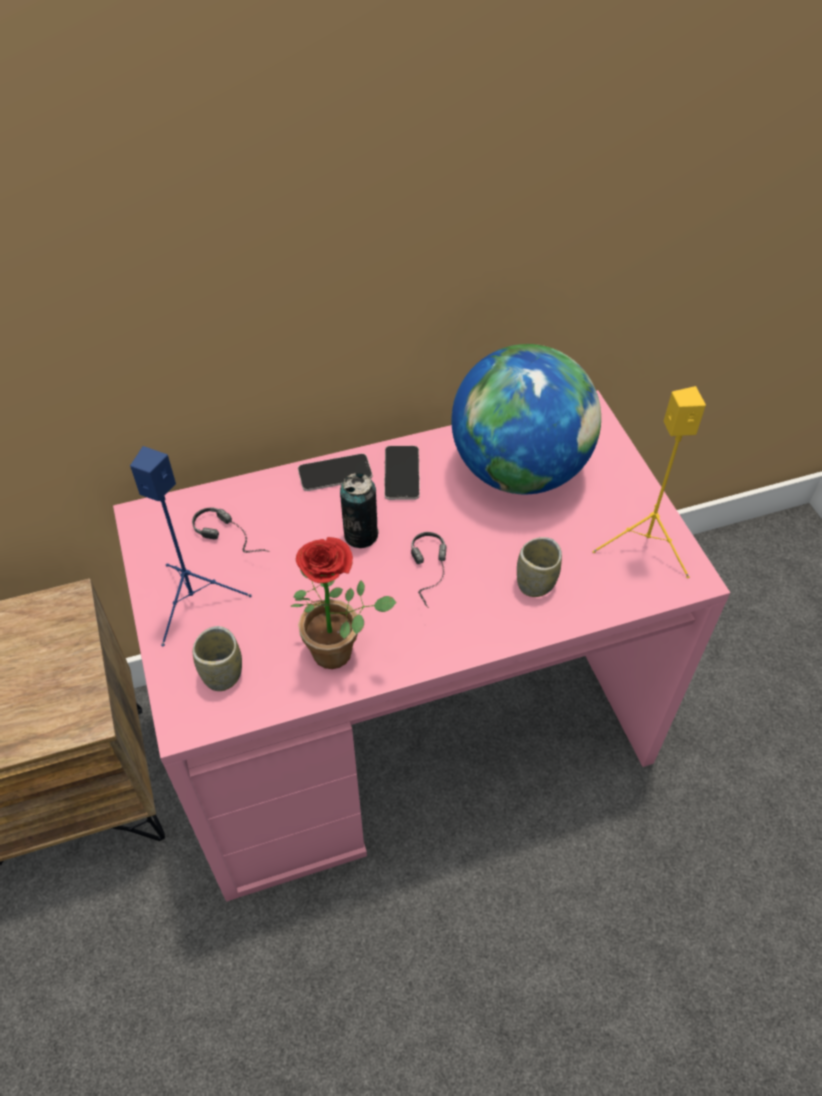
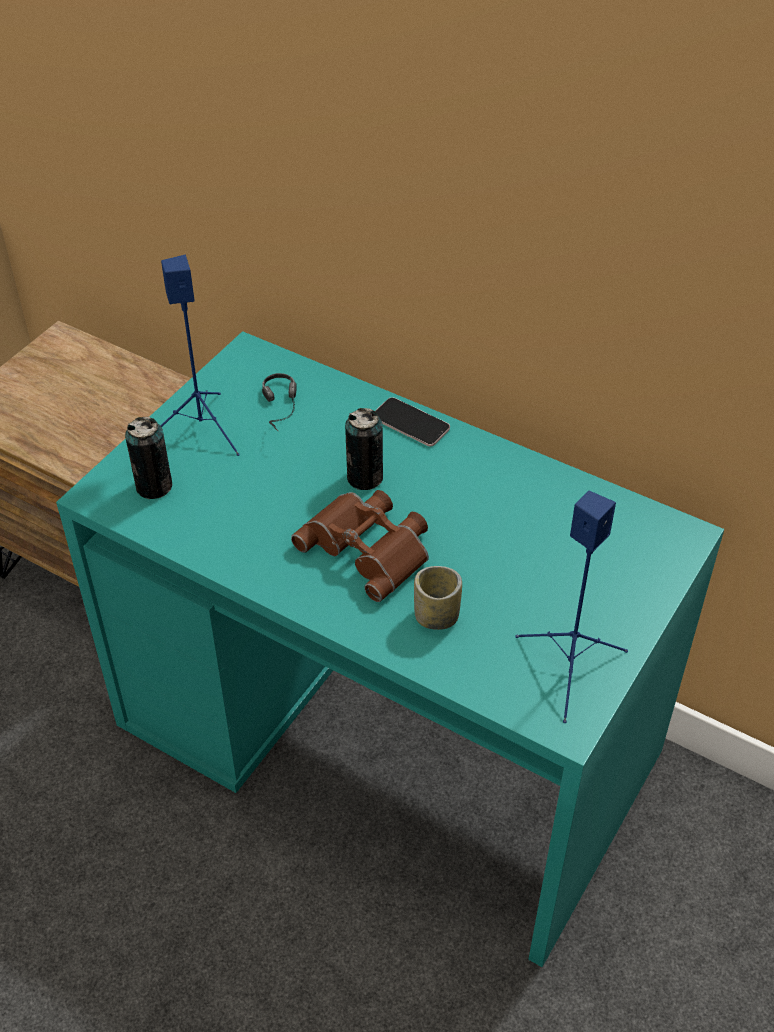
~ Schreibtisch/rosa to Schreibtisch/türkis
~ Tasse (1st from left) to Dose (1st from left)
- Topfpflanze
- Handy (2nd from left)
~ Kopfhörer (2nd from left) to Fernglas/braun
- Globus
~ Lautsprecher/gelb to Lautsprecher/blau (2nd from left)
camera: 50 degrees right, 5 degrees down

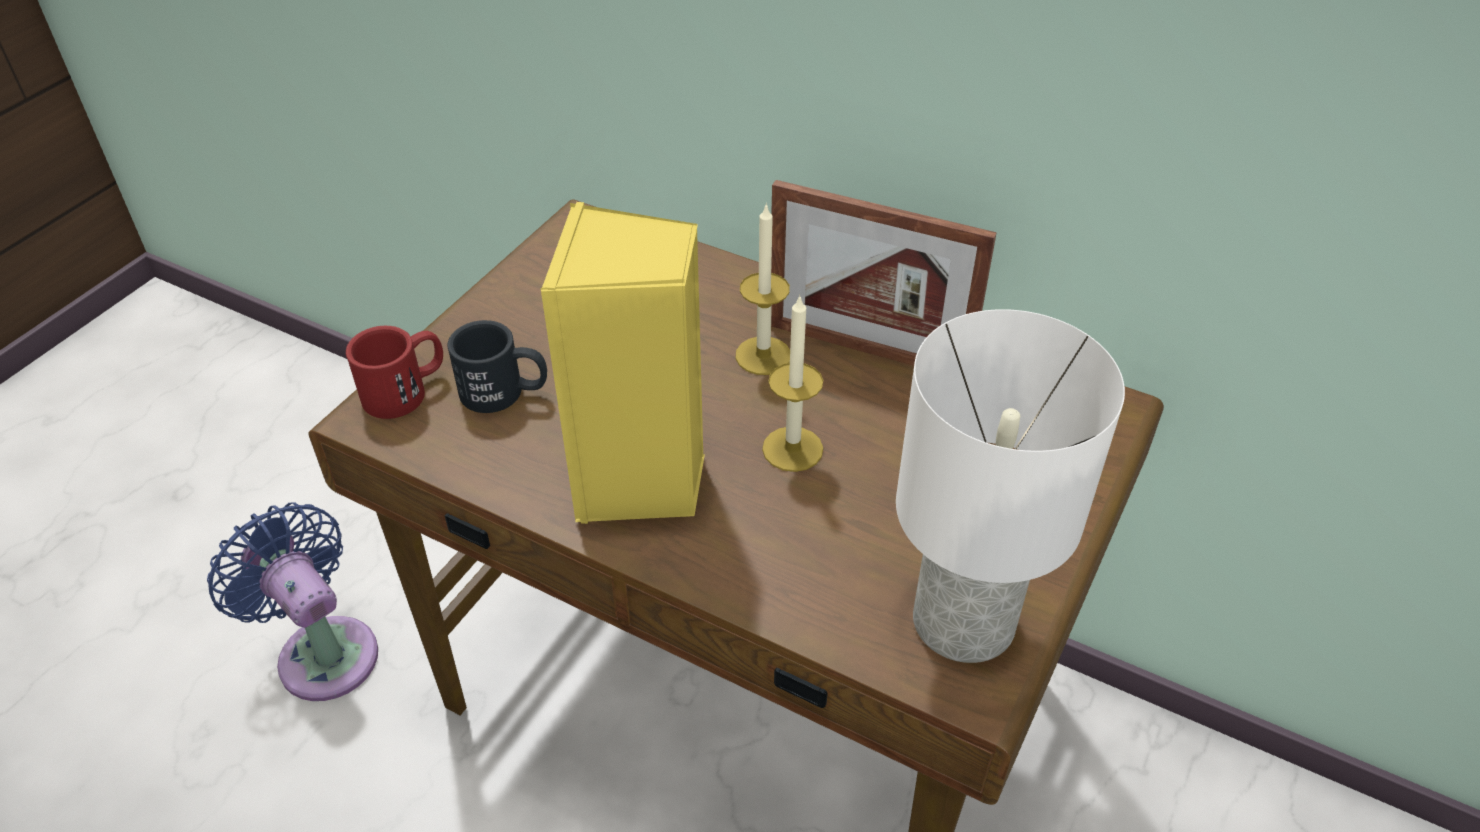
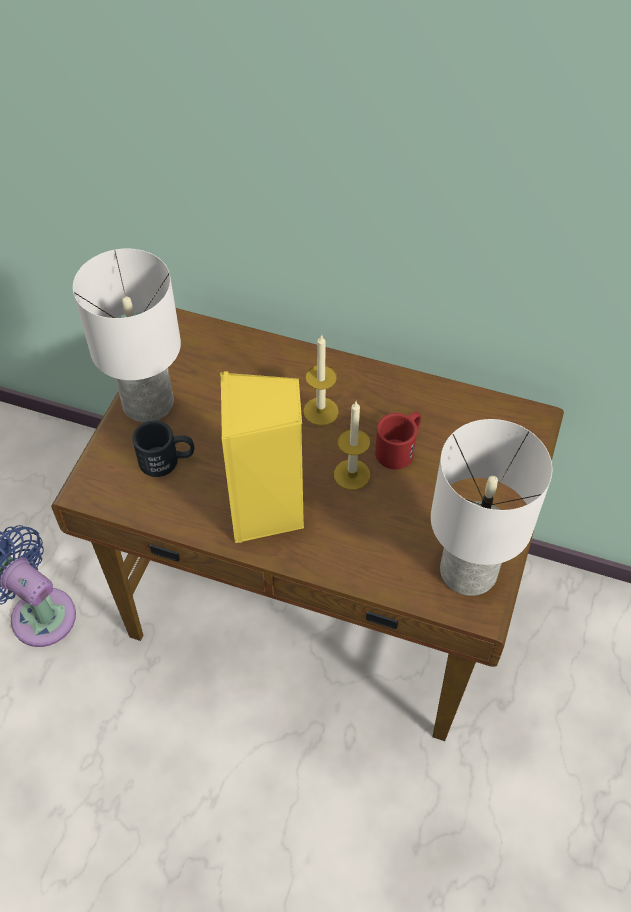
~ Henkelbecher/rot
- Bilderrahmen
+ Tischlampe/weiß (1st from left)
camera: 10 degrees left, 10 degrees up

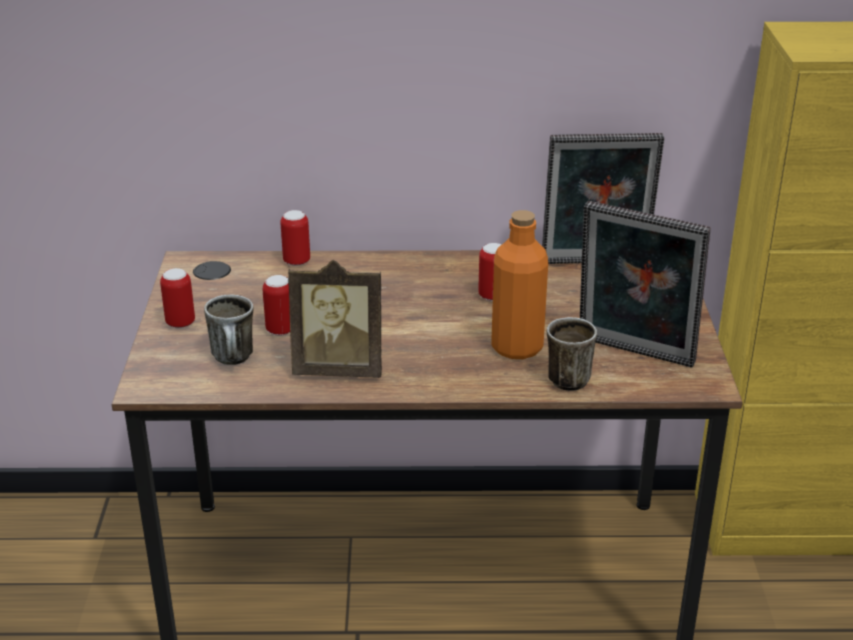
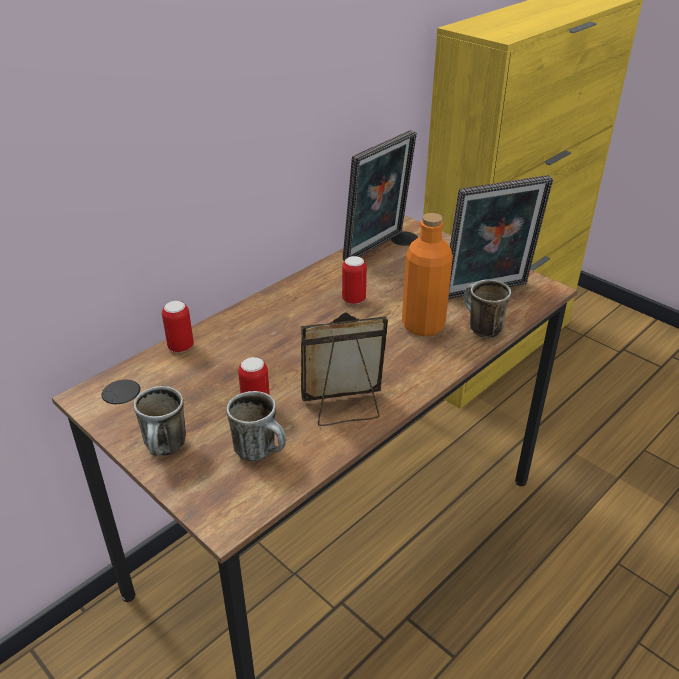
~ Dose (1st from left) to Henkelbecher (1st from left)
~ Bilderrahmen (1st from left) 150 degrees counterclockwise
camera: 45 degrees left, 5 degrees up

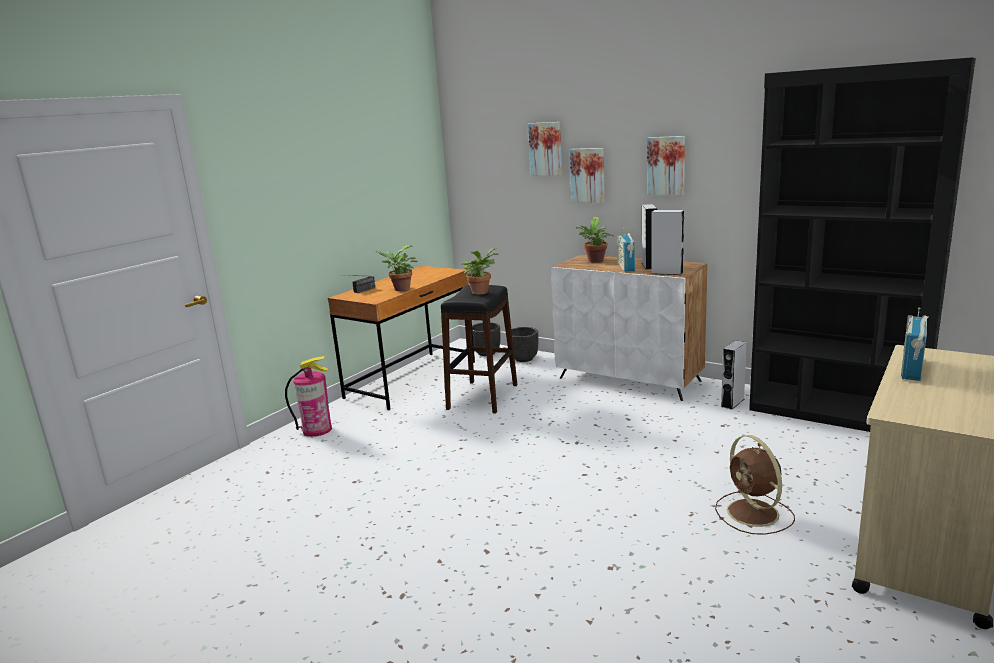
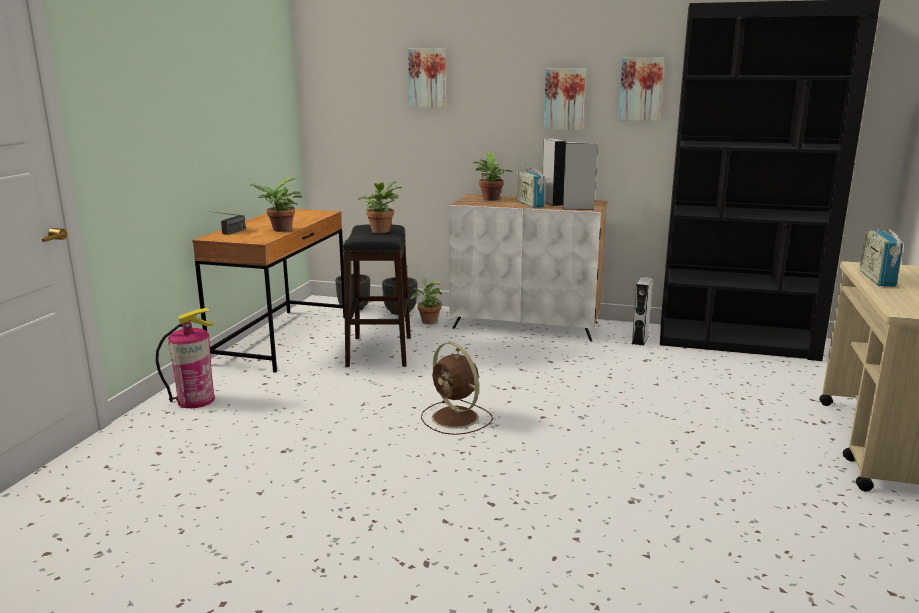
~ Bild (2nd from left in the first image) to Bild (3rd from left)
~ Ventilator/braun
+ Topfpflanze (3rd from left)
camera: 20 degrees left, 0 degrees up

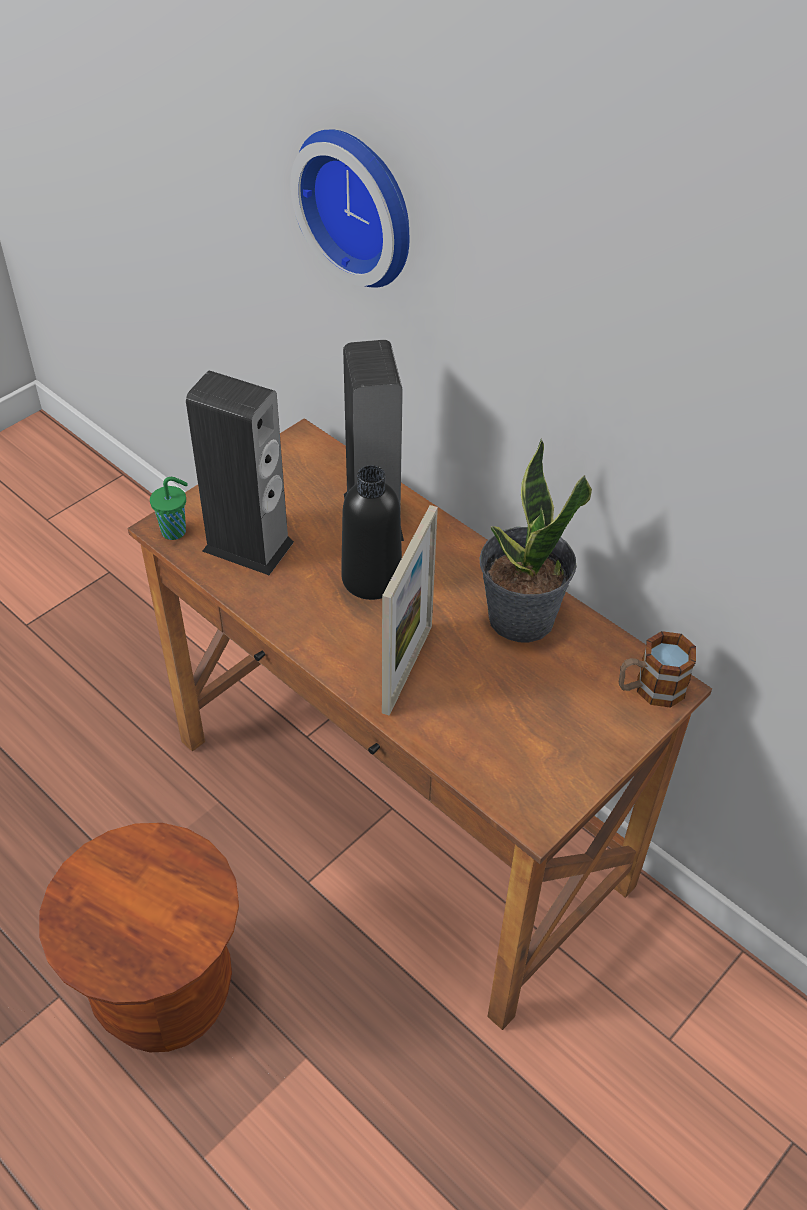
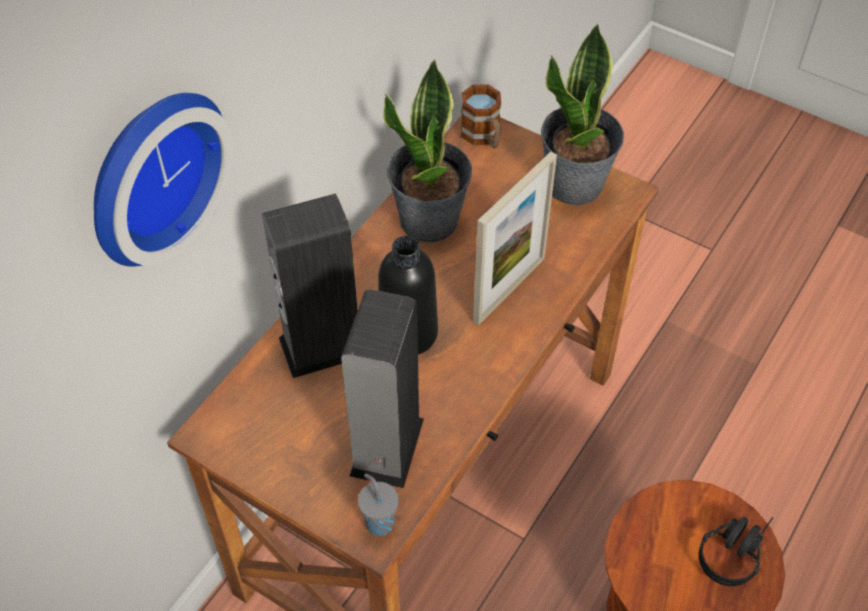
~ Tasse/grün to Tasse/grau
~ Bilderrahmen 120 degrees clockwise
+ Topfpflanze (2nd from left)
+ Kopfhörer/schwarz
camera: 100 degrees left, 5 degrees up

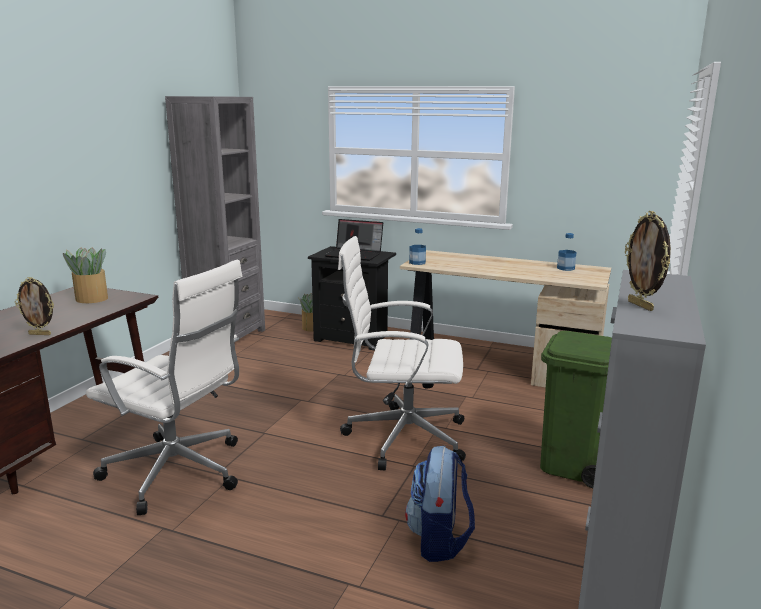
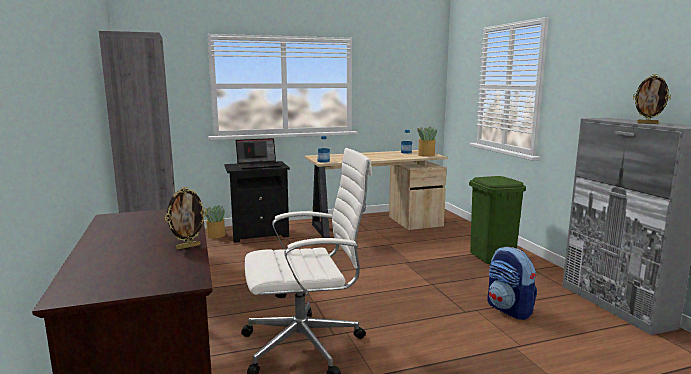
~ Topfpflanze (1st from left in the first image) to Topfpflanze (2nd from left)
- Bürostuhl/weiß (2nd from left)
camera: 40 degrees left, 5 degrees down

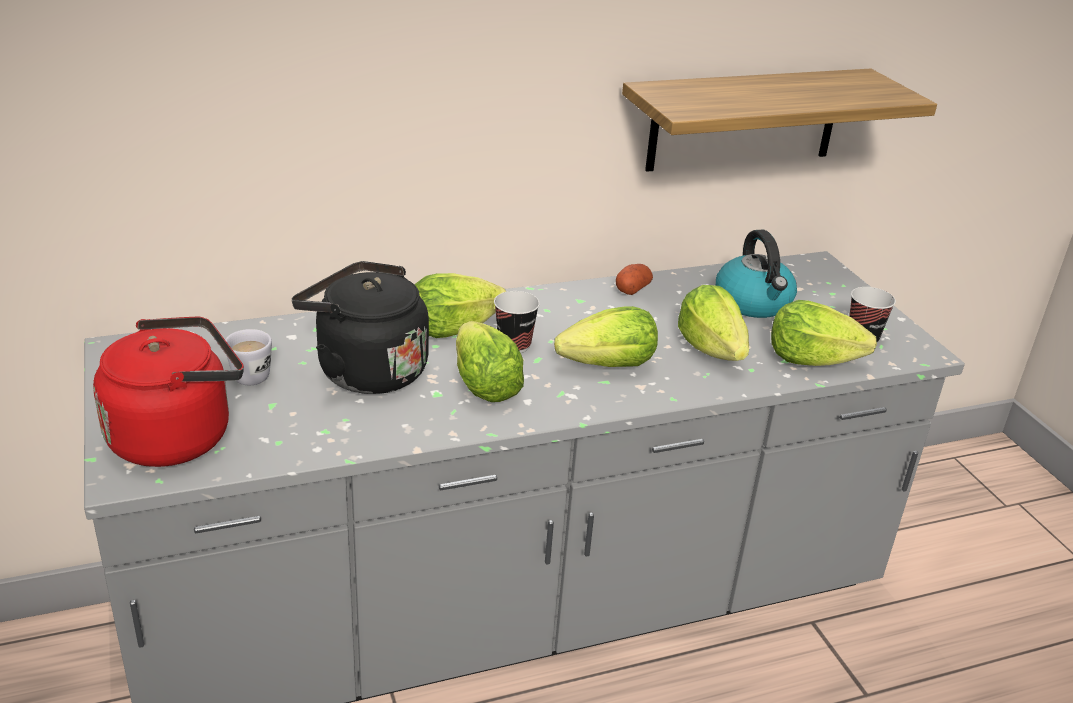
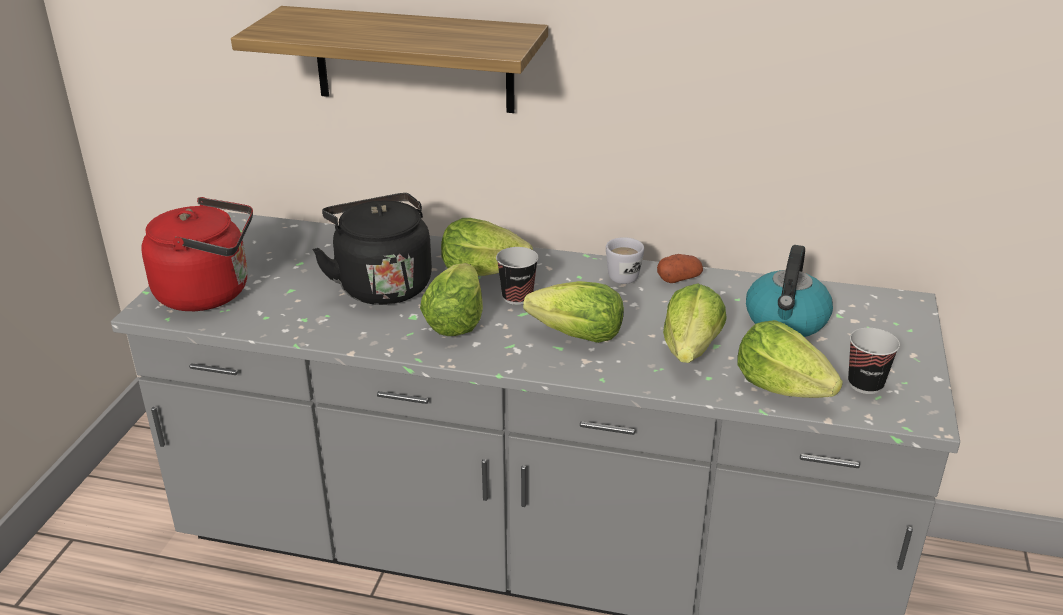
~ Henkelbecher/weiß
~ Wandregal
camera: 35 degrees right, 0 degrees up

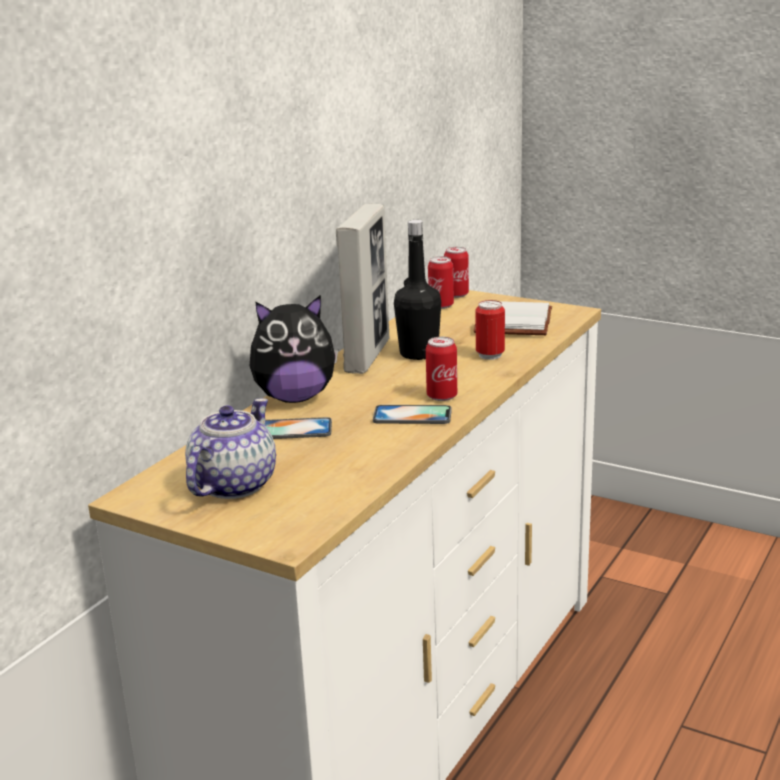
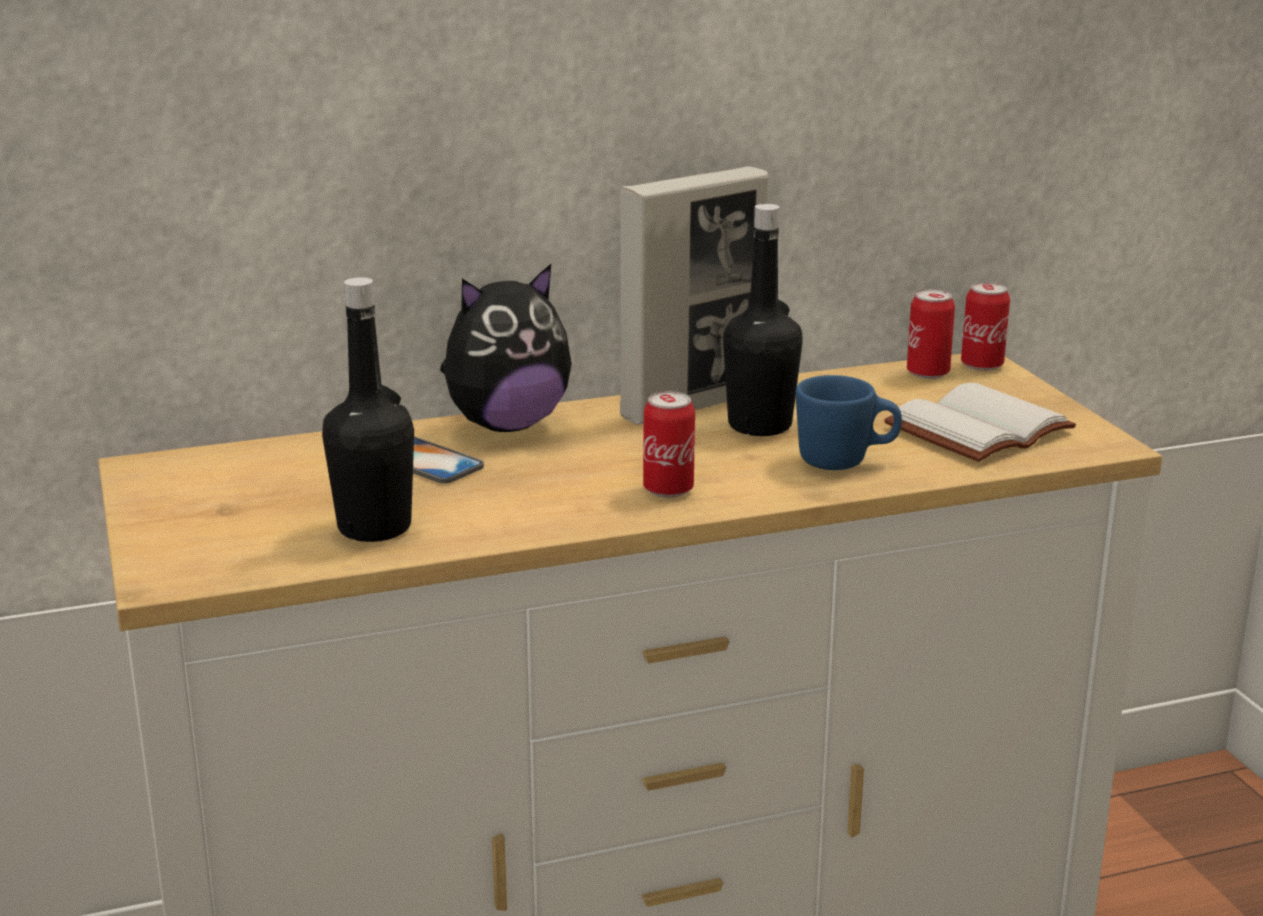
- Teekanne
~ Plüschtier 60 degrees counterclockwise
- Handy (2nd from left)
~ Dose (4th from left) to Henkelbecher/blau
+ Flasche/schwarz (1st from left)
camera: 40 degrees right, 0 degrees up

